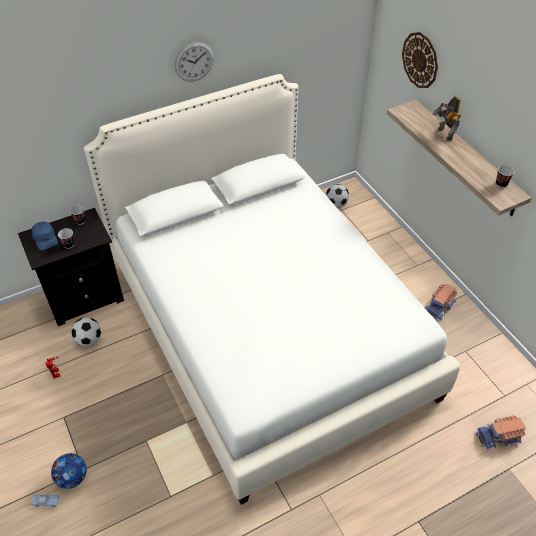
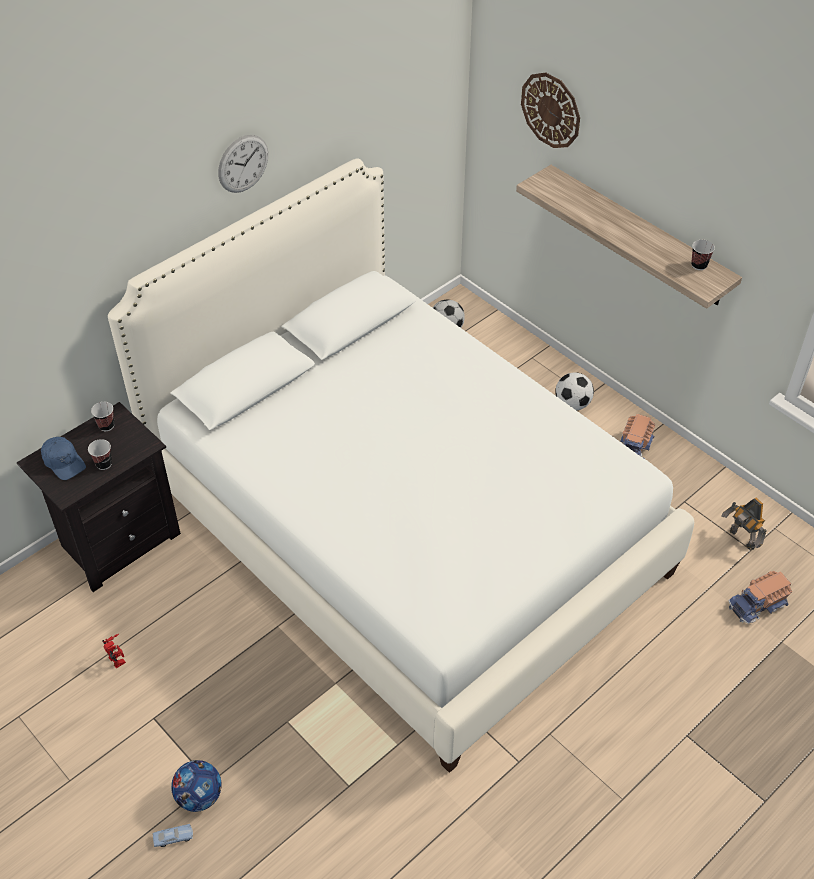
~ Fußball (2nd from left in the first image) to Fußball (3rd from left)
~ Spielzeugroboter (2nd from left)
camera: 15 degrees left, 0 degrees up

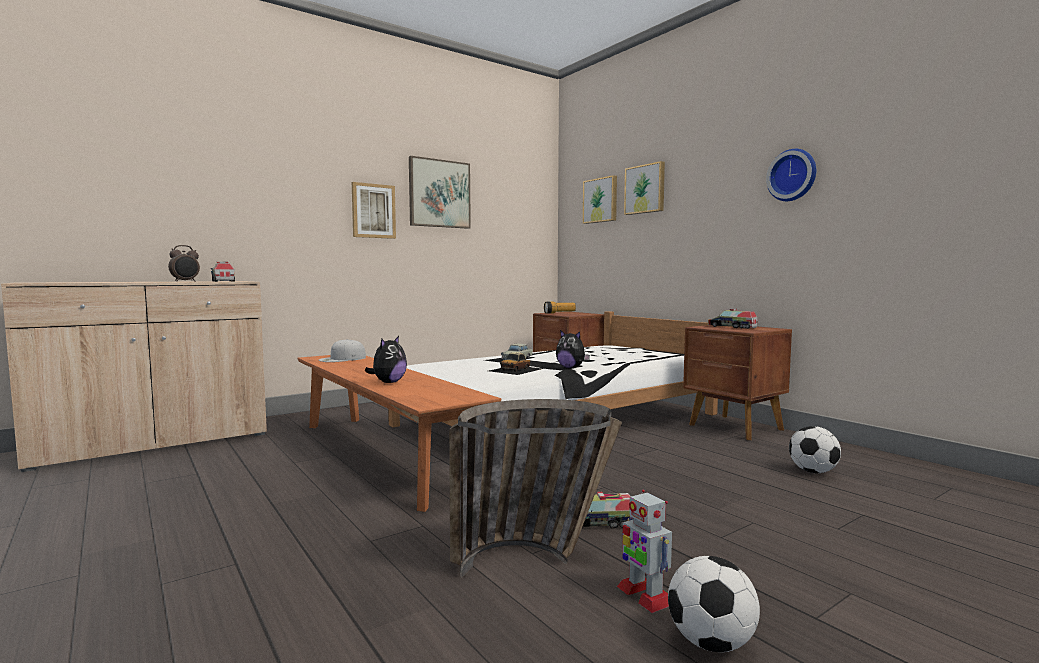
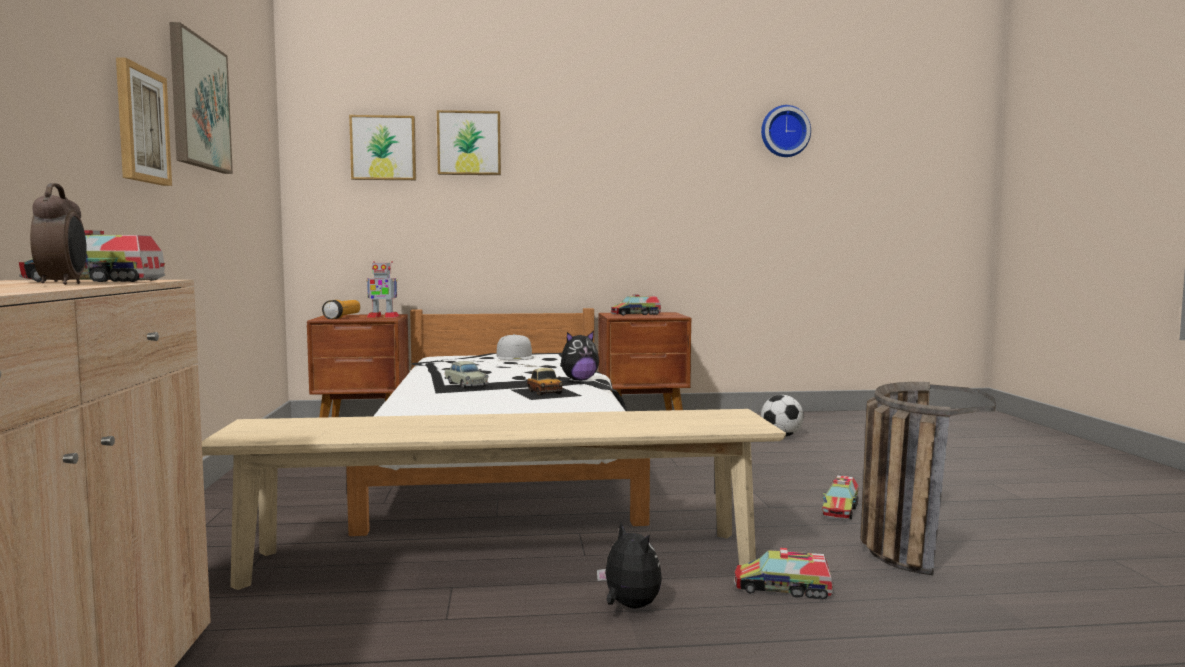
~ Bank/orange to Bank/beige
~ Kappe/weiß
~ Plüschtier (1st from left in the first image) to Plüschtier (2nd from left)
~ Spielzeugroboter
- Fußball (1st from left)
~ Wanduhr
+ Spielzeuglaster (3rd from left)
camera: 60 degrees left, 0 degrees up

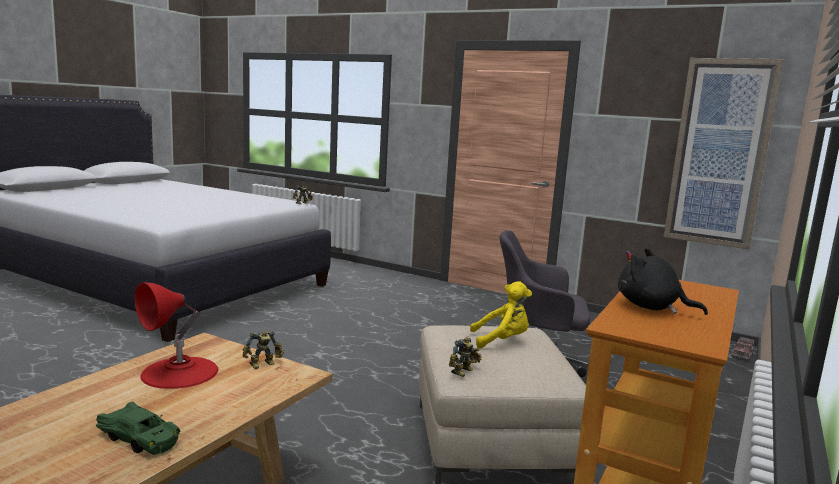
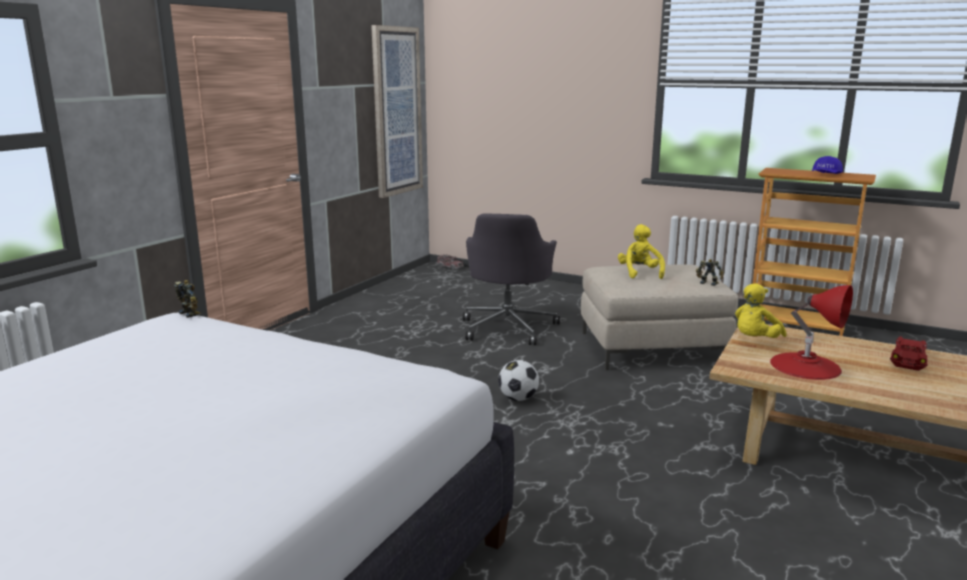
~ Spielzeugauto/grün to Spielzeugauto/rot
~ Spielzeugroboter (1st from left) to Plüschtier/gelb (2nd from left)
~ Plüschtier/schwarz to Kappe/blau
+ Fußball
camera: 90 degrees left, 5 degrees up

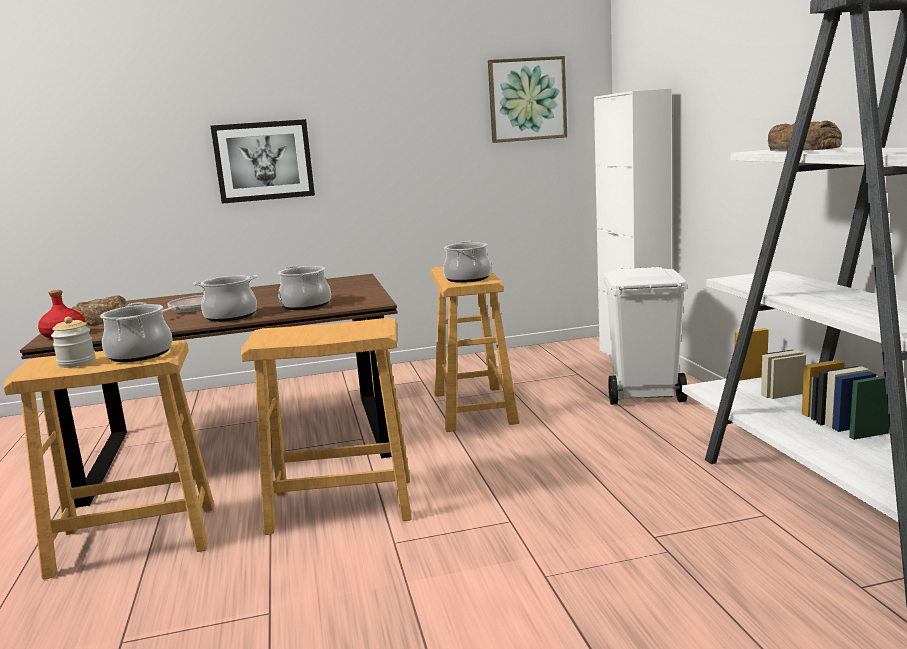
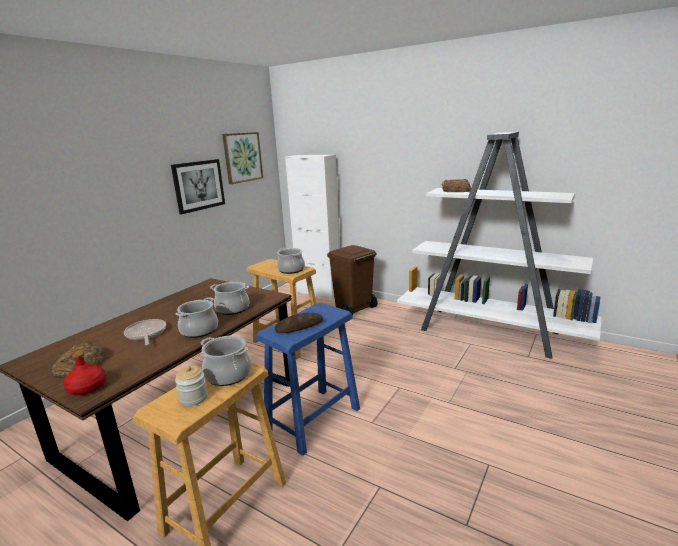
~ Bild (1st from left)
~ Hocker/beige (2nd from left) to Hocker/blau
~ Mülleimer/weiß to Mülleimer/braun
+ Brot (2nd from left)
camera: 45 degrees left, 5 degrees up

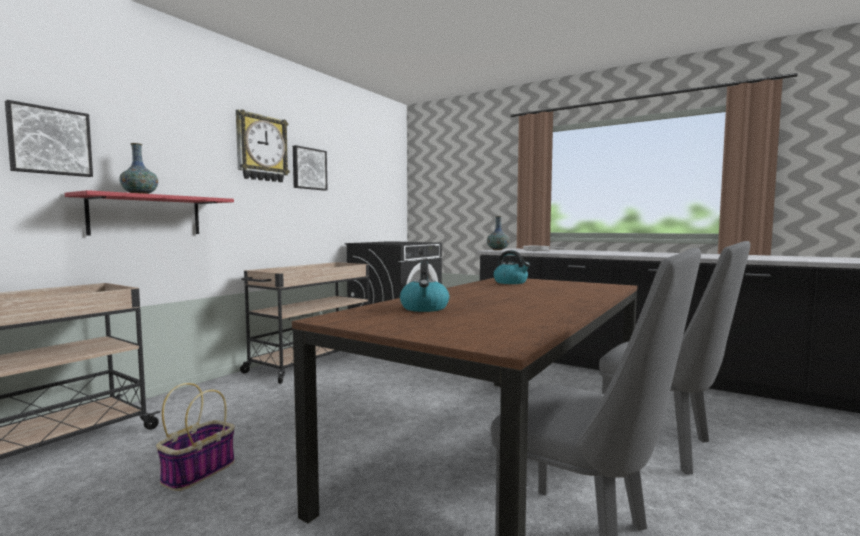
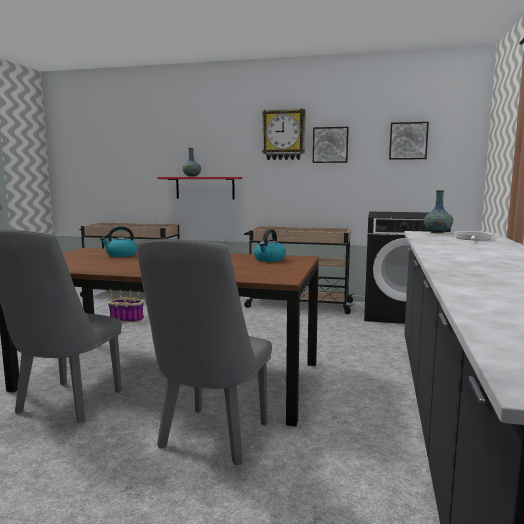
~ Bild (1st from left in the first image) to Bild (2nd from left)
camera: 70 degrees right, 5 degrees up

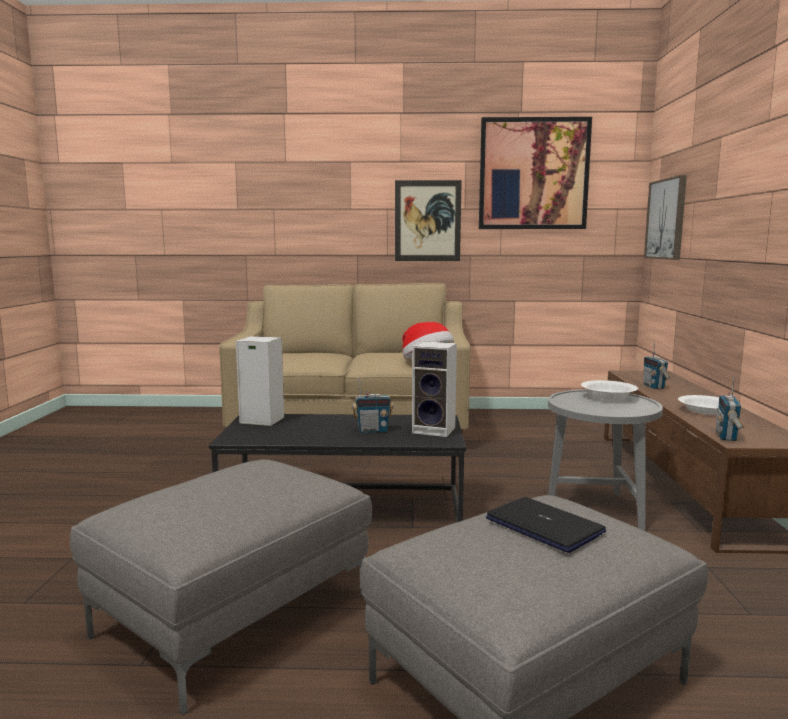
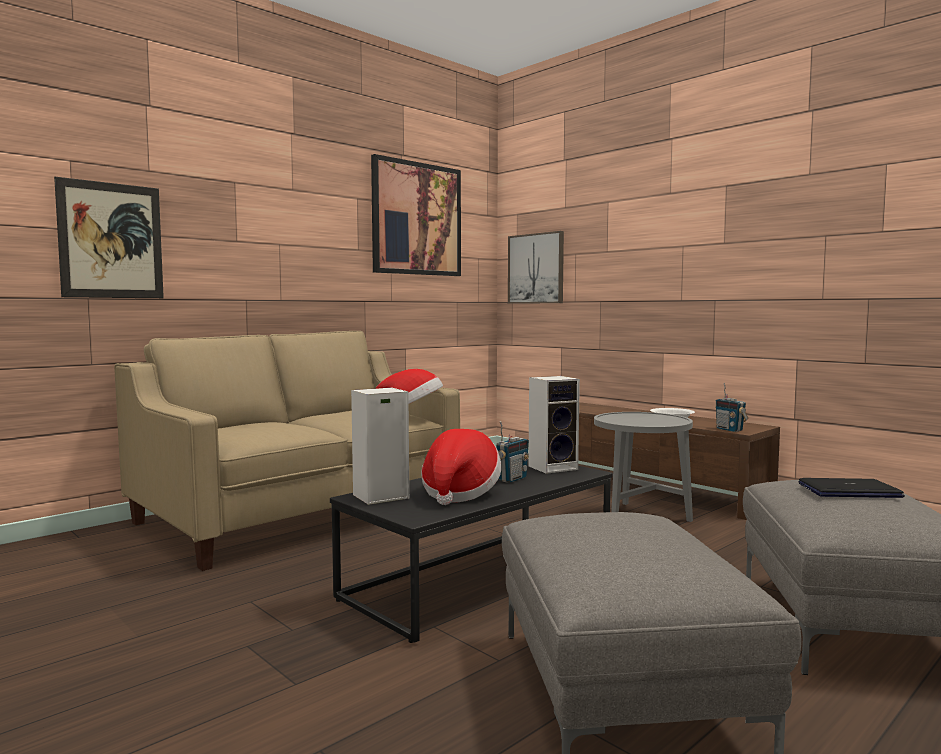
~ Bild (1st from left)
- Schüssel/weiß (1st from left)
- Radio (2nd from left)
+ Hut (2nd from left)
camera: 45 degrees left, 5 degrees down

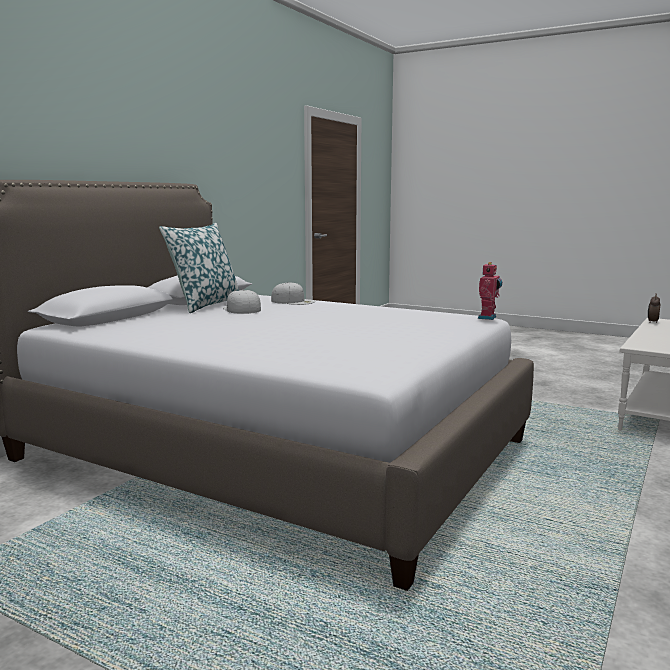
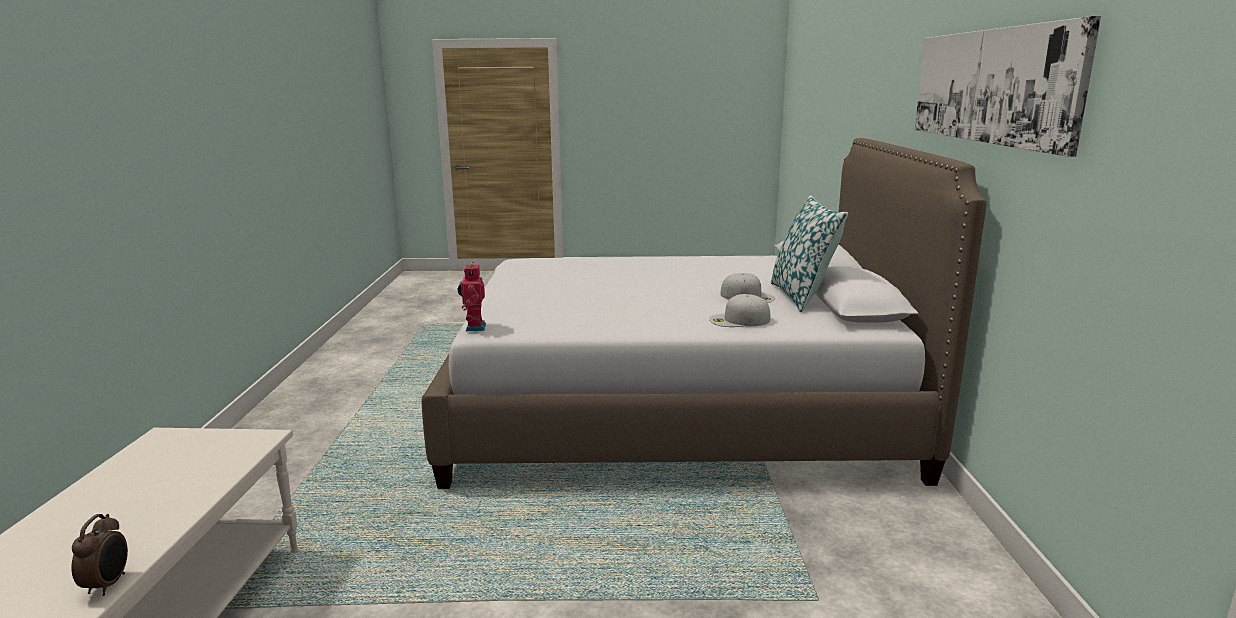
+ Bild
camera: 150 degrees right, 5 degrees up

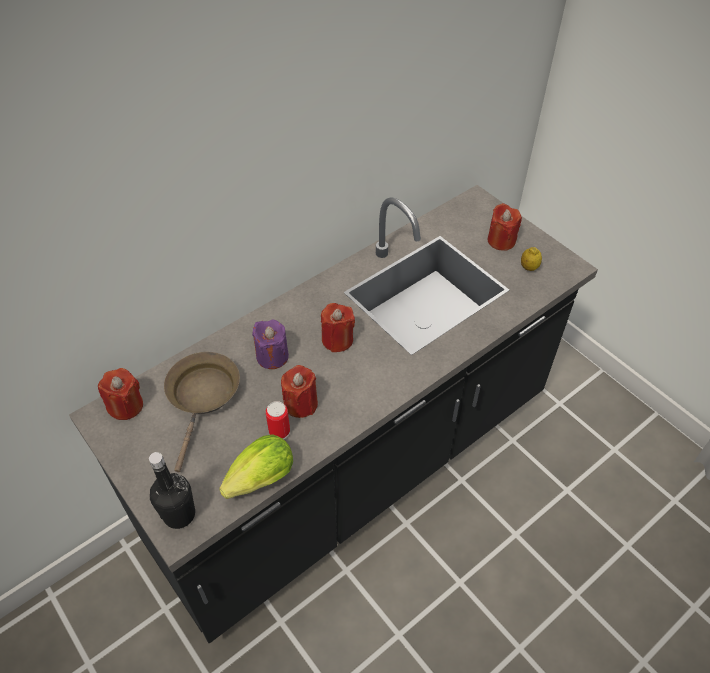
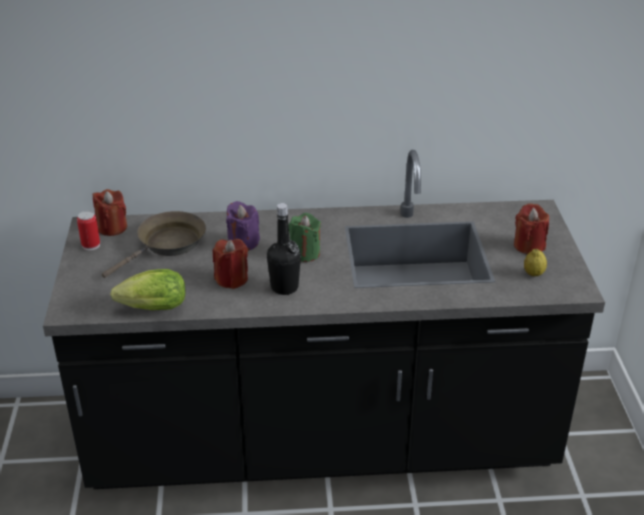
~ Flasche/schwarz
~ Dose
~ Kerze/rot (3rd from left) to Kerze/grün
camera: 35 degrees right, 15 degrees down

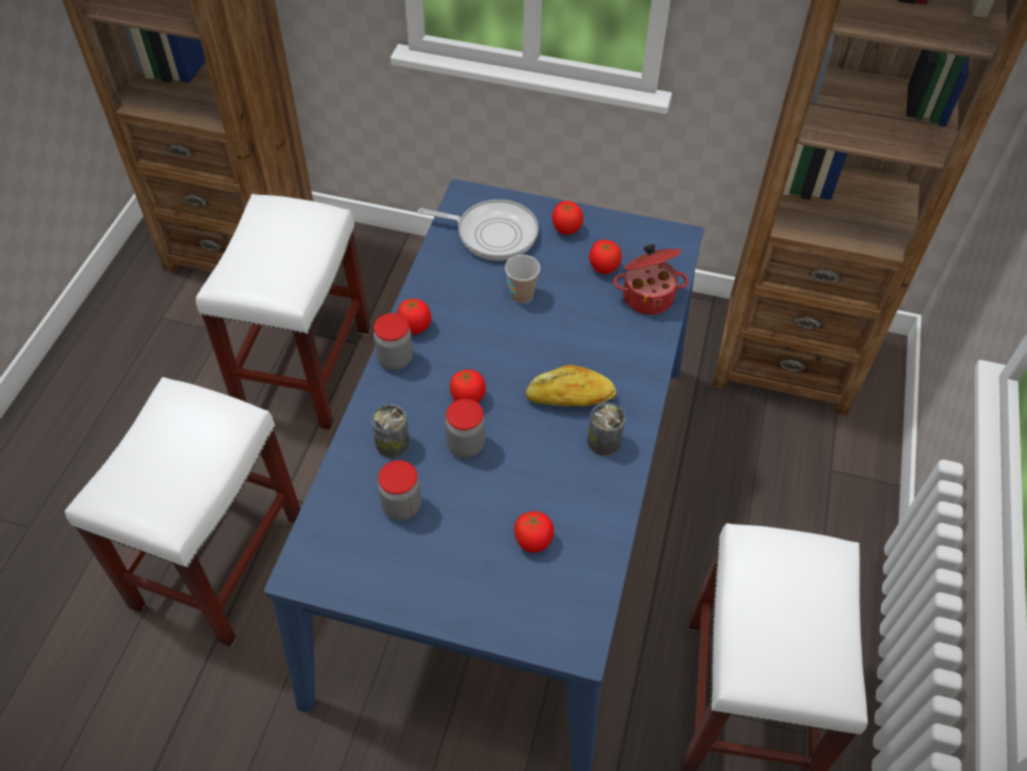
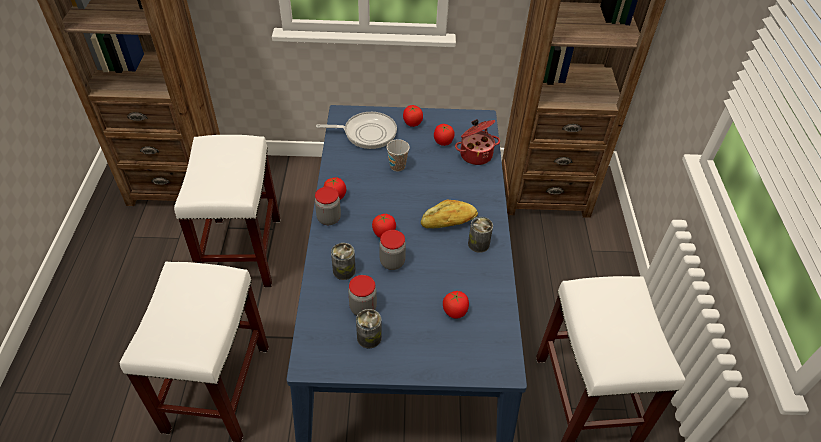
+ Dose (2nd from left)
camera: 15 degrees left, 5 degrees down

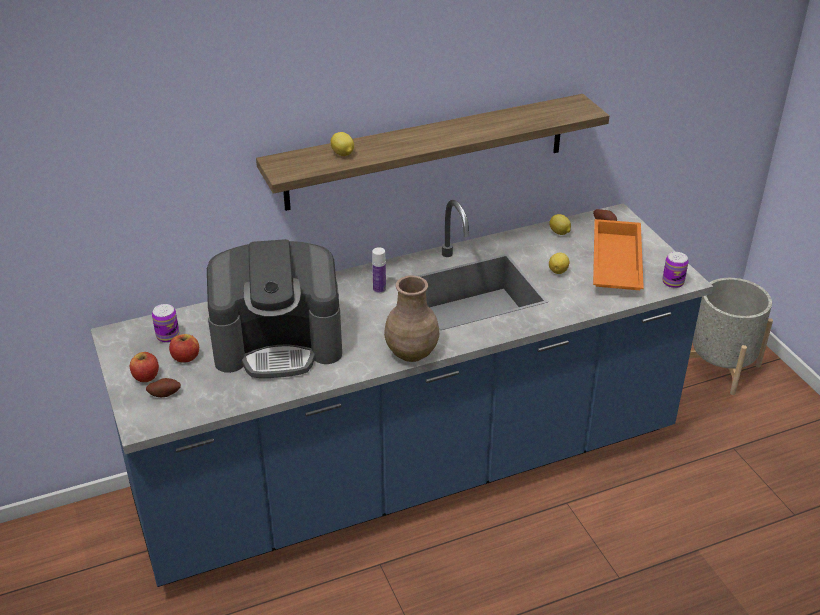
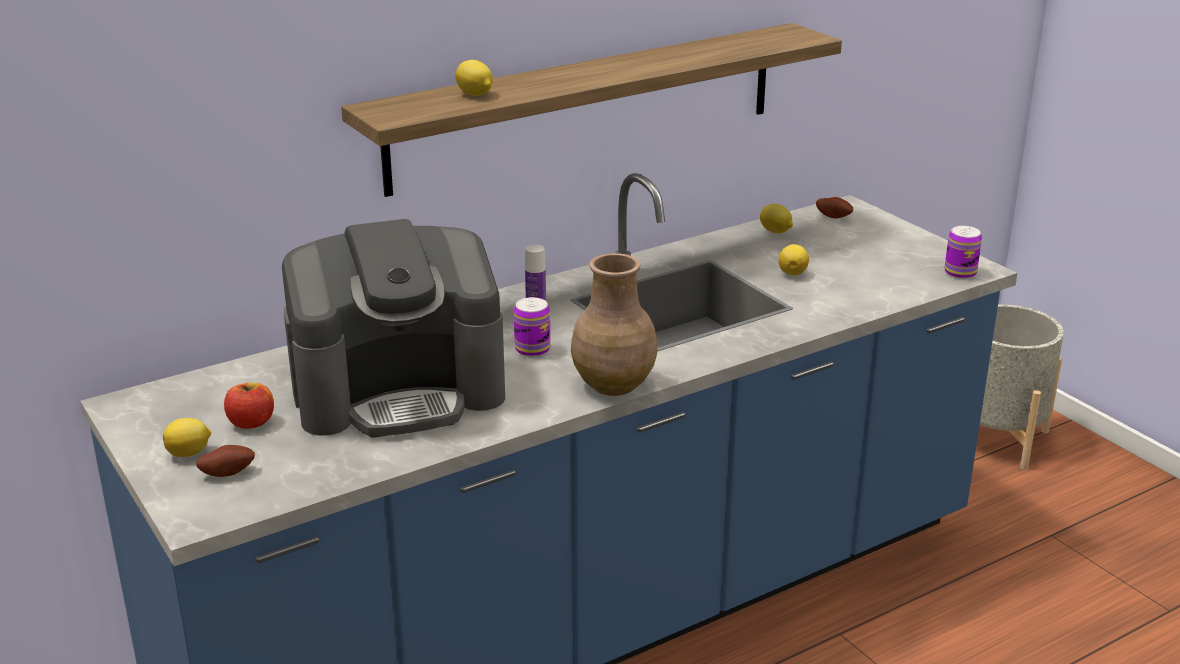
~ Apfel (1st from left) to Zitrone (1st from left)
~ Dose (1st from left)
- Tablett/orange
camera: 10 degrees left, 10 degrees down

